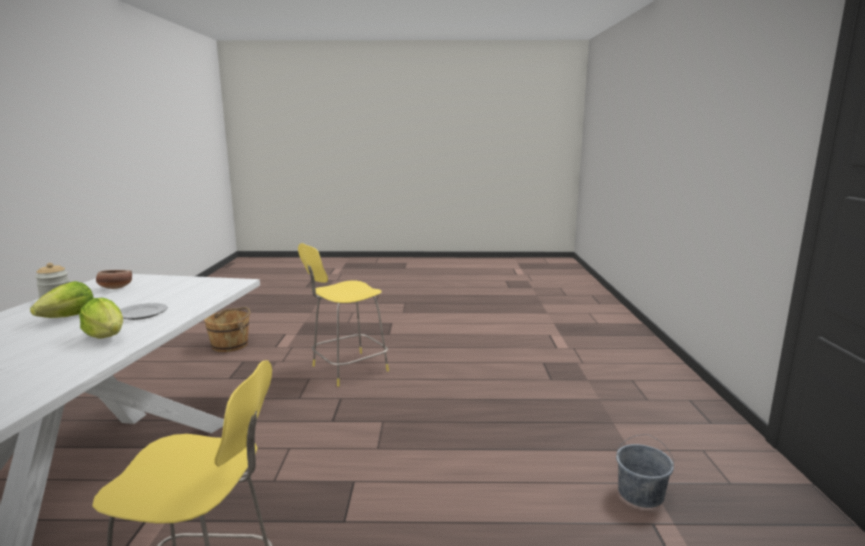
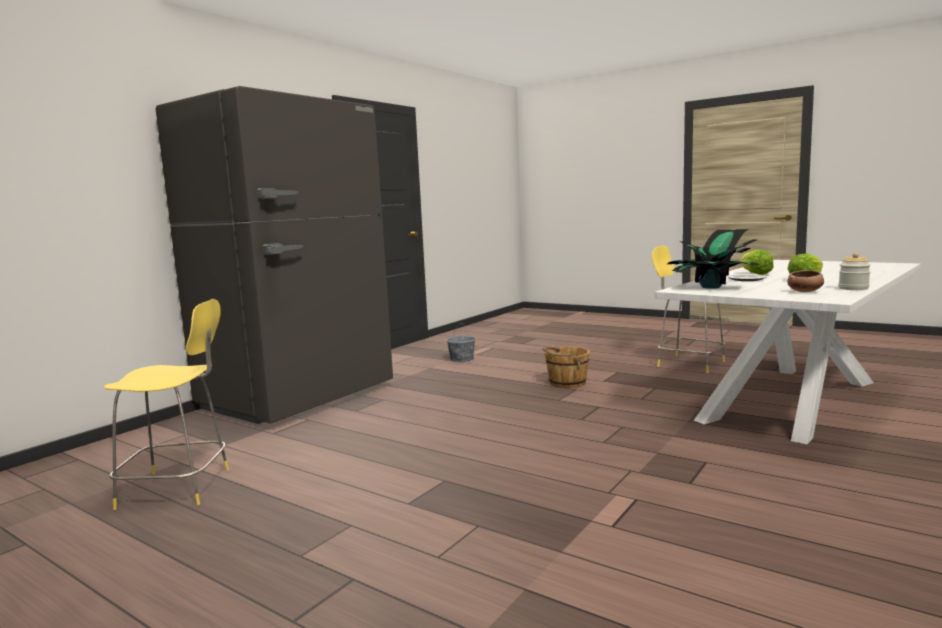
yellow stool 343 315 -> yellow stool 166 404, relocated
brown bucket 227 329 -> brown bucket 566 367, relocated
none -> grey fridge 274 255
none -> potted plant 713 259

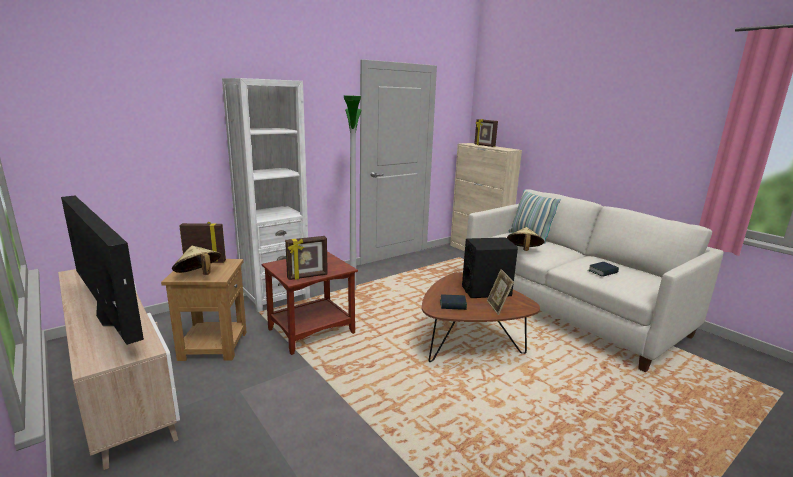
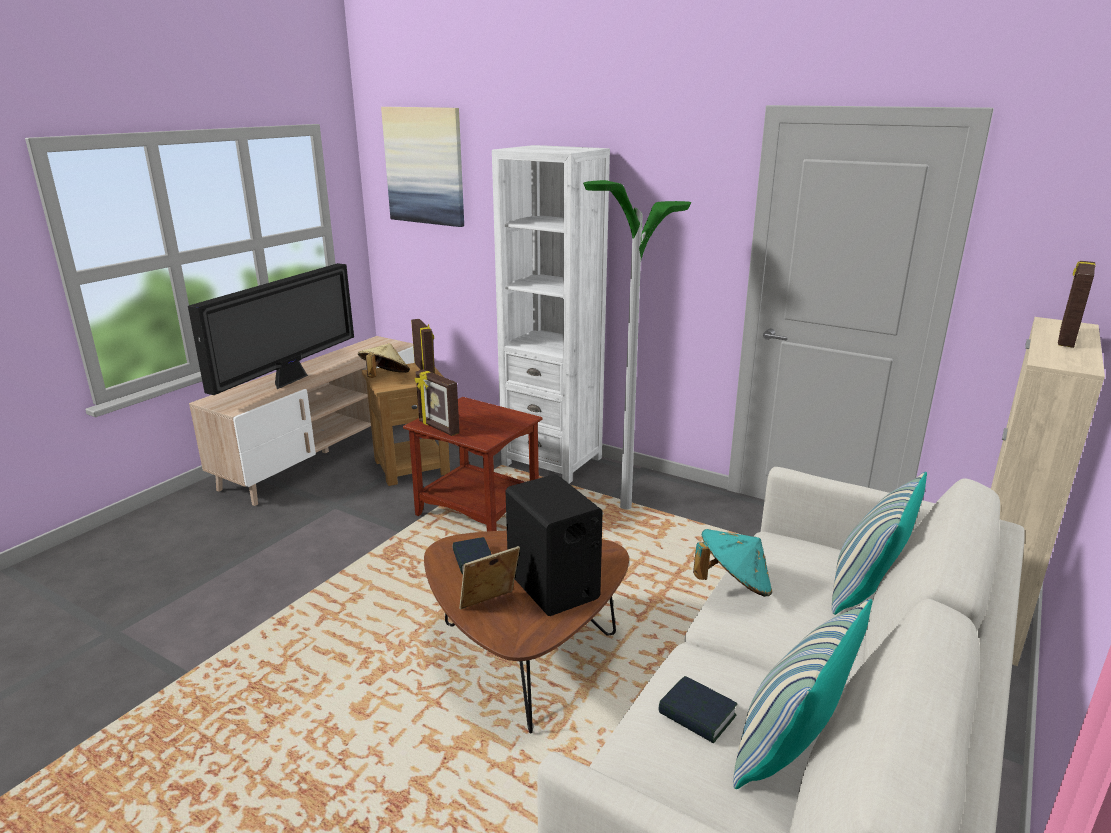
beige hat 526 239 -> turquoise hat 732 563
none -> picture 422 167
none -> pillow 802 694

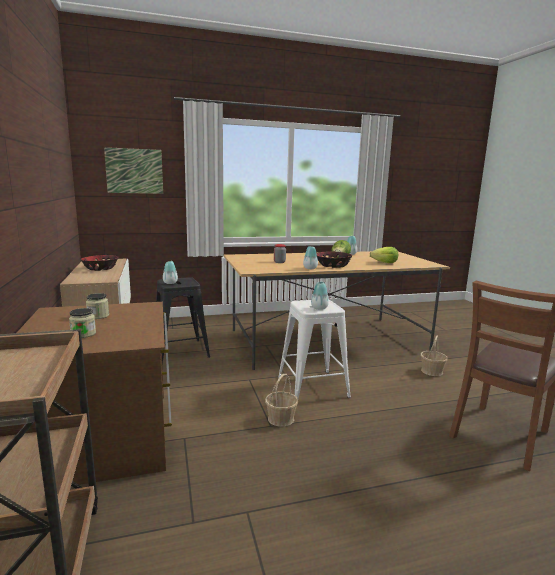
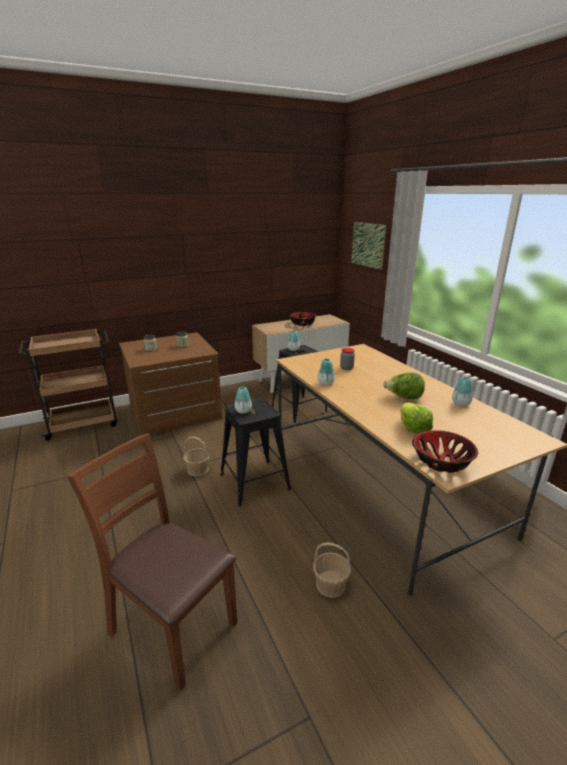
bowl 334 259 -> bowl 445 451, relocated
white stool 314 349 -> black stool 255 452

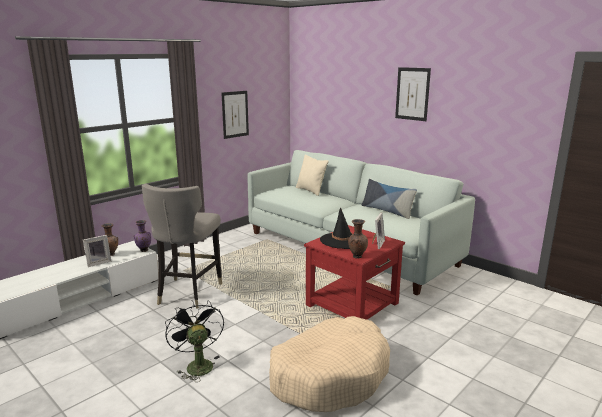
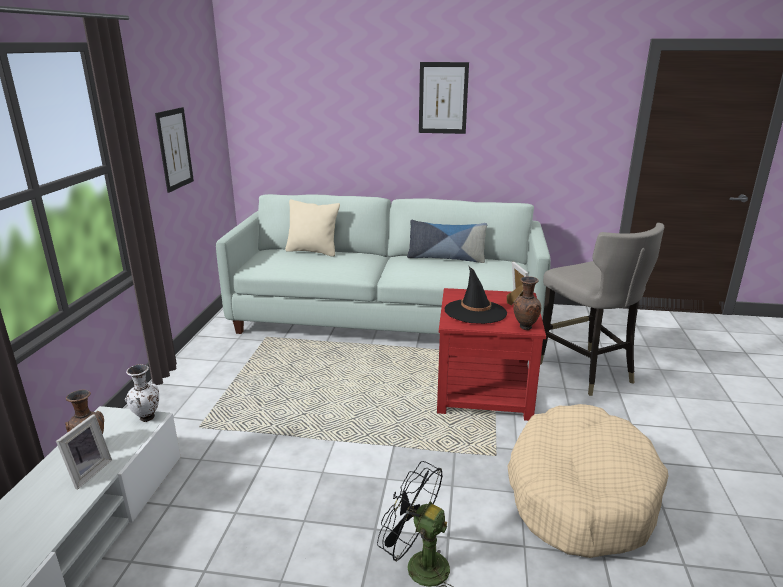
grey stool 182 246 -> grey stool 602 309, relocated
purple vase 142 236 -> white vase 142 393

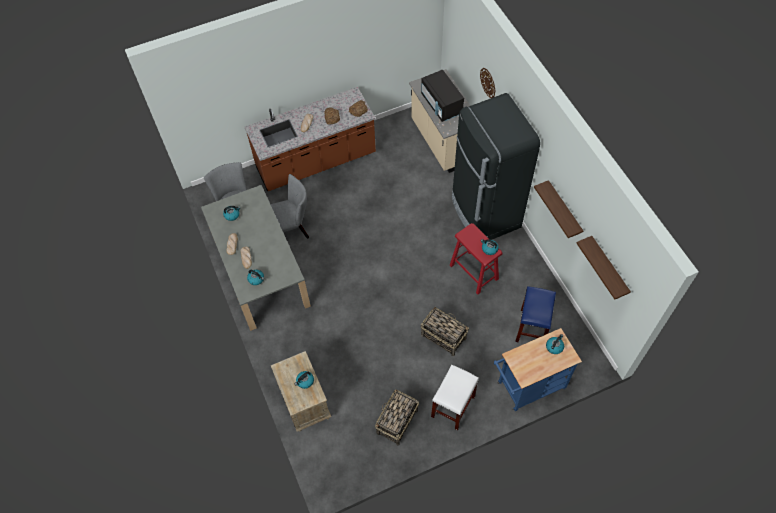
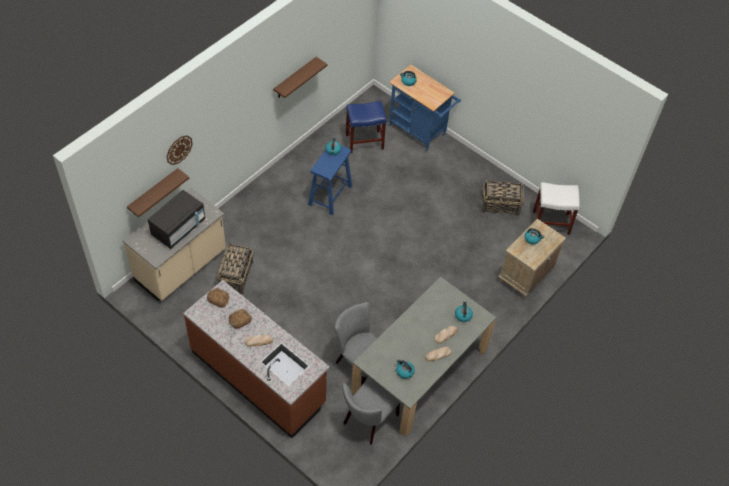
black fridge 496 166 -> none
red stool 476 259 -> blue stool 330 180
shelf 604 268 -> shelf 158 192, relocated
basket 445 331 -> basket 235 268, relocated
white stool 455 397 -> white stool 556 208, relocated

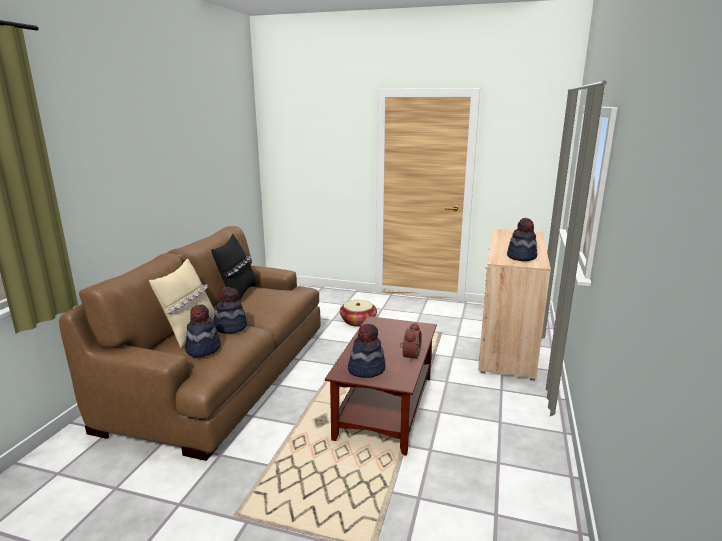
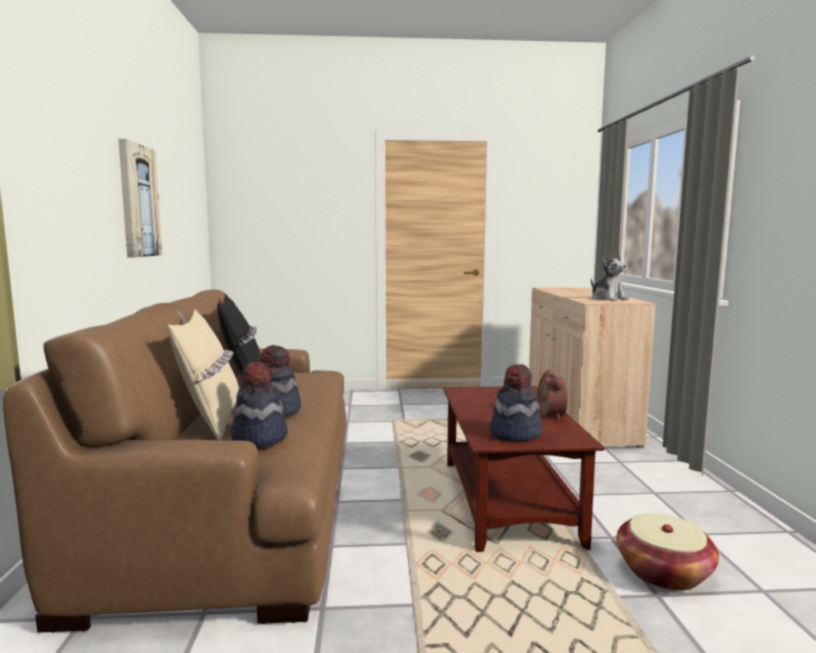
hat 522 239 -> plush toy 610 276
basket 358 313 -> basket 667 552, relocated
none -> picture 140 198

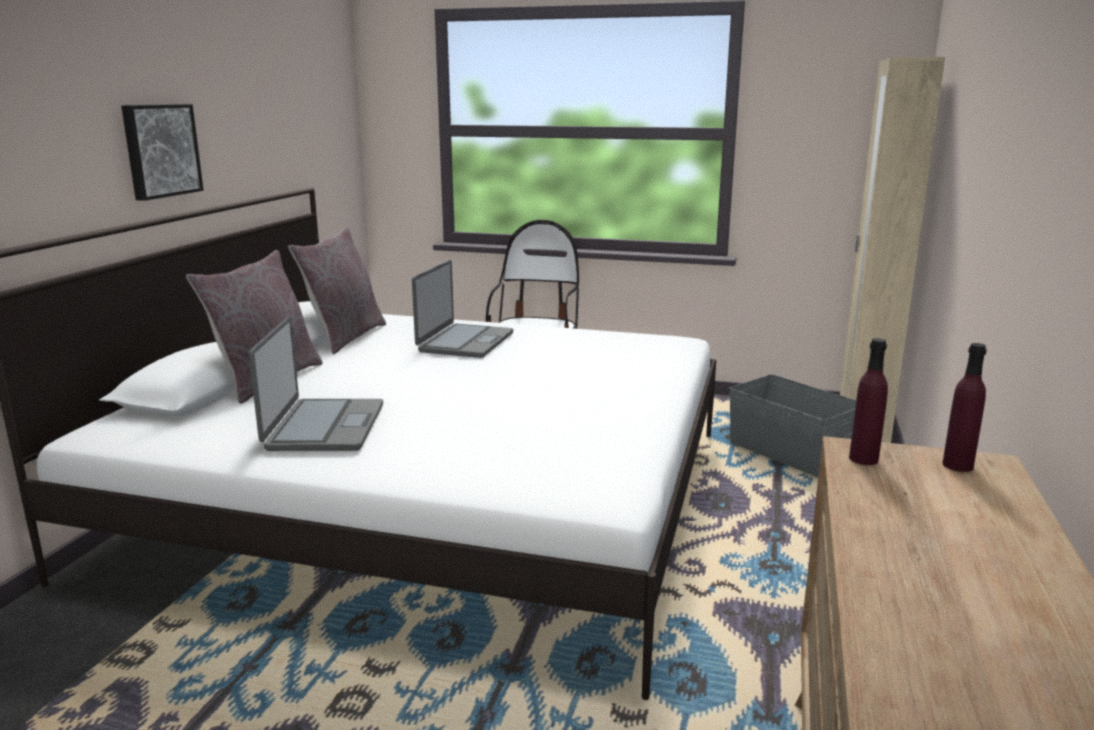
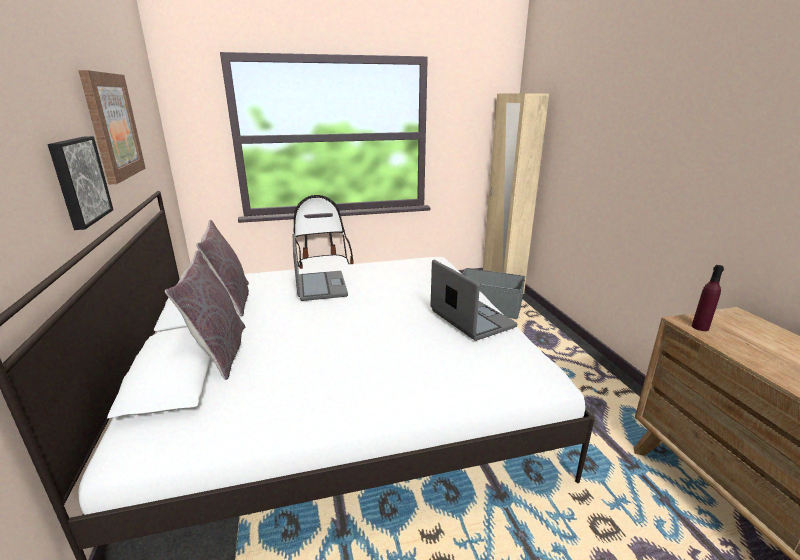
laptop 316 384 -> laptop 474 300, relocated
purple bottle 964 407 -> none
none -> picture 112 127

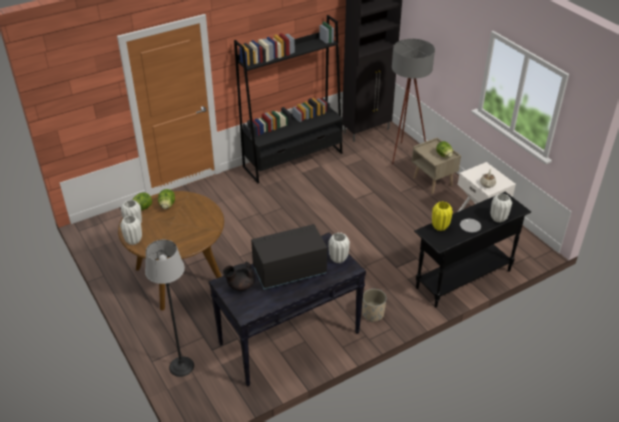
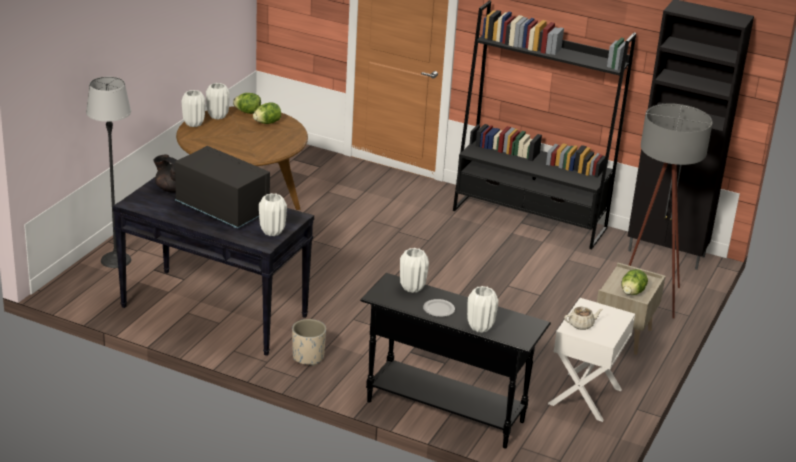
yellow vase 442 216 -> white vase 414 270

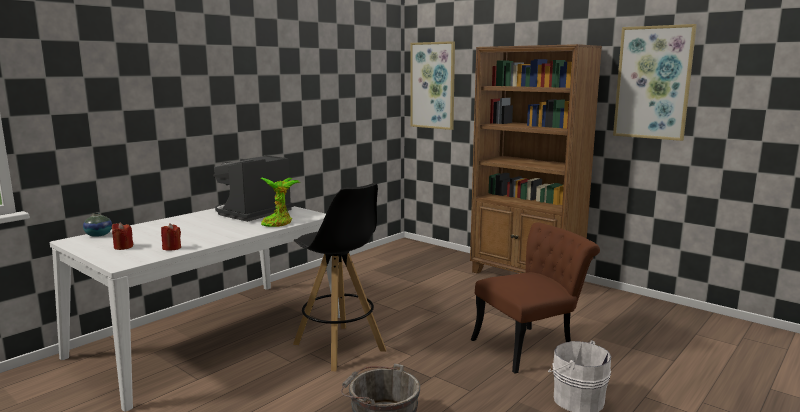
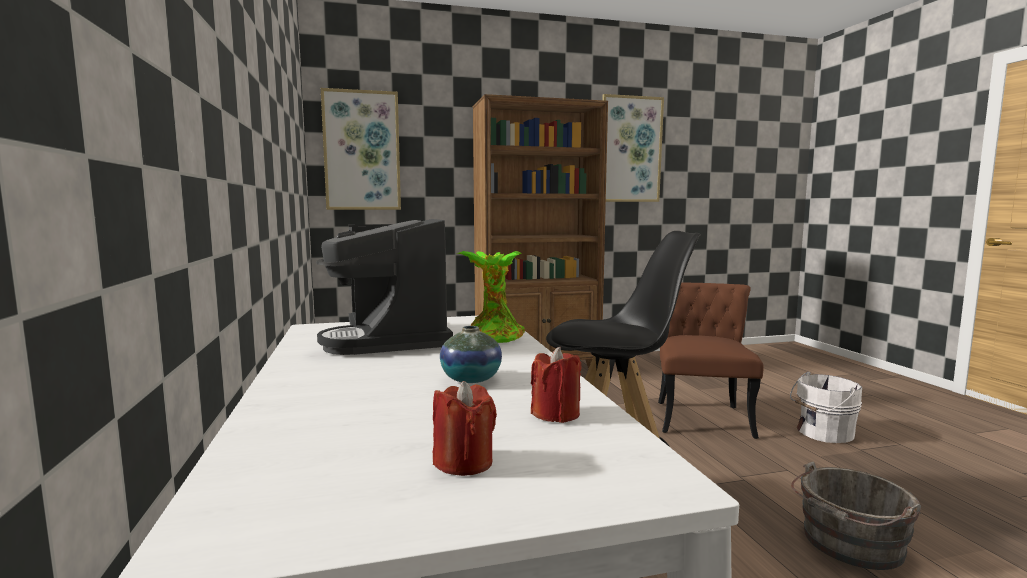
vase 97 225 -> vase 471 354, relocated

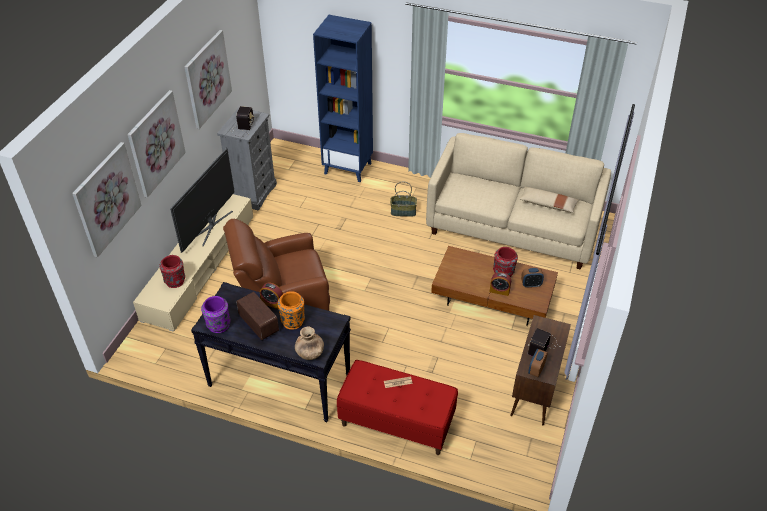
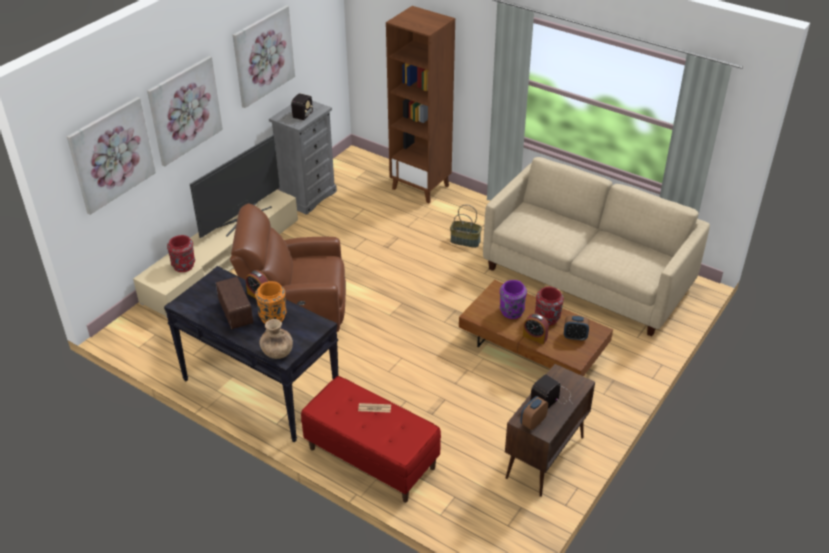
blue bookcase 343 98 -> brown bookcase 420 104
beige pillow 549 200 -> none
purple vase 216 314 -> purple vase 513 299, relocated

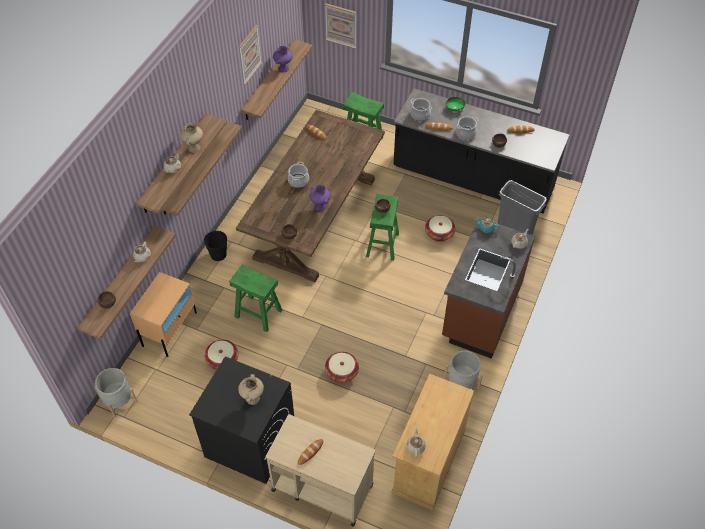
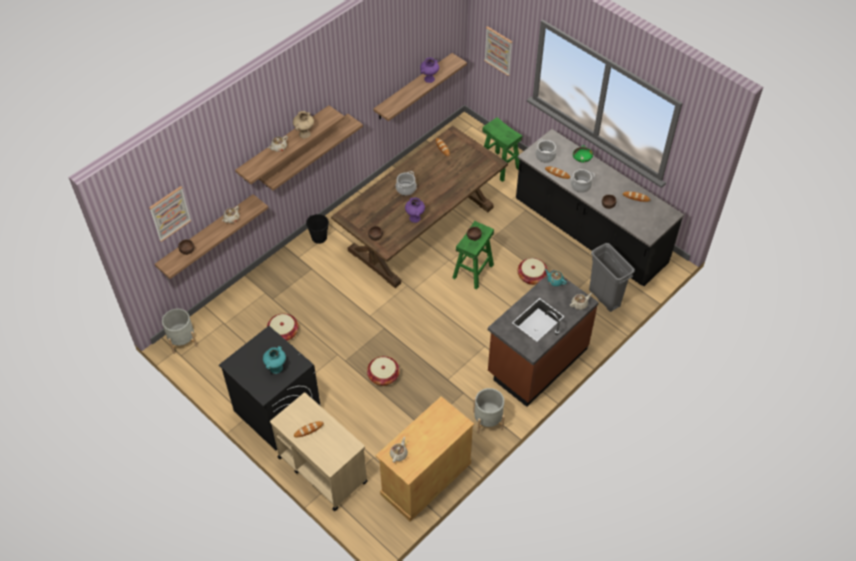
picture 250 55 -> picture 170 214, relocated
green stool 255 298 -> none
beige nightstand 163 314 -> none
beige vase 251 389 -> turquoise vase 274 360

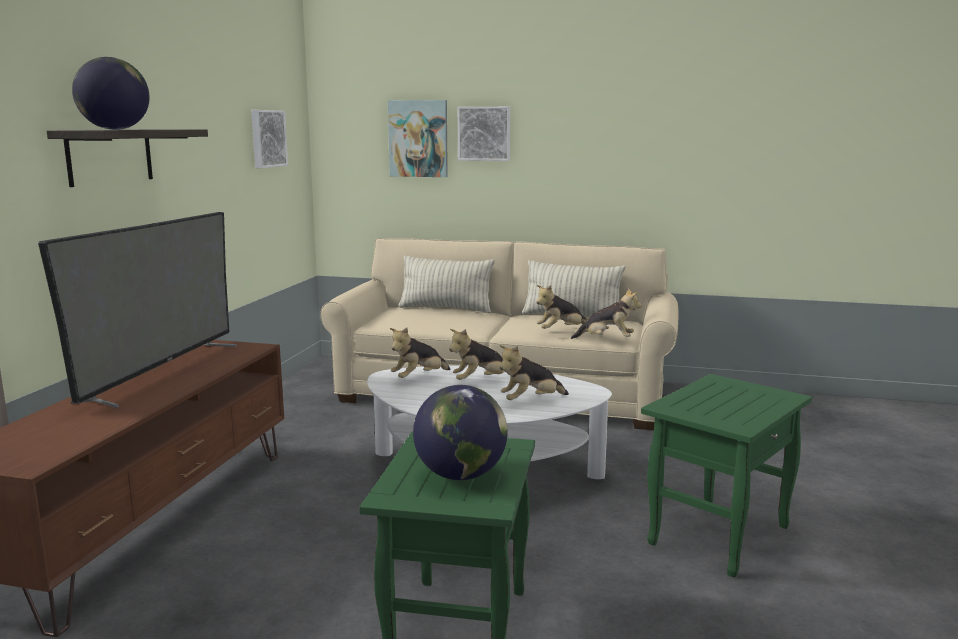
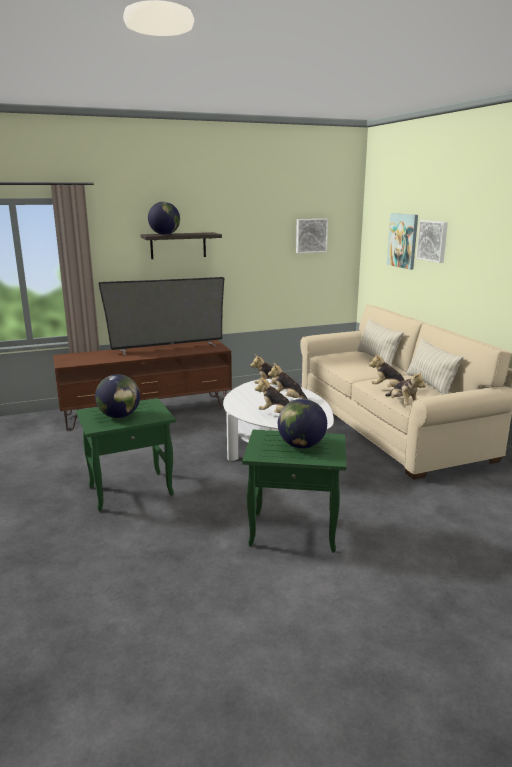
none -> globe 302 424

